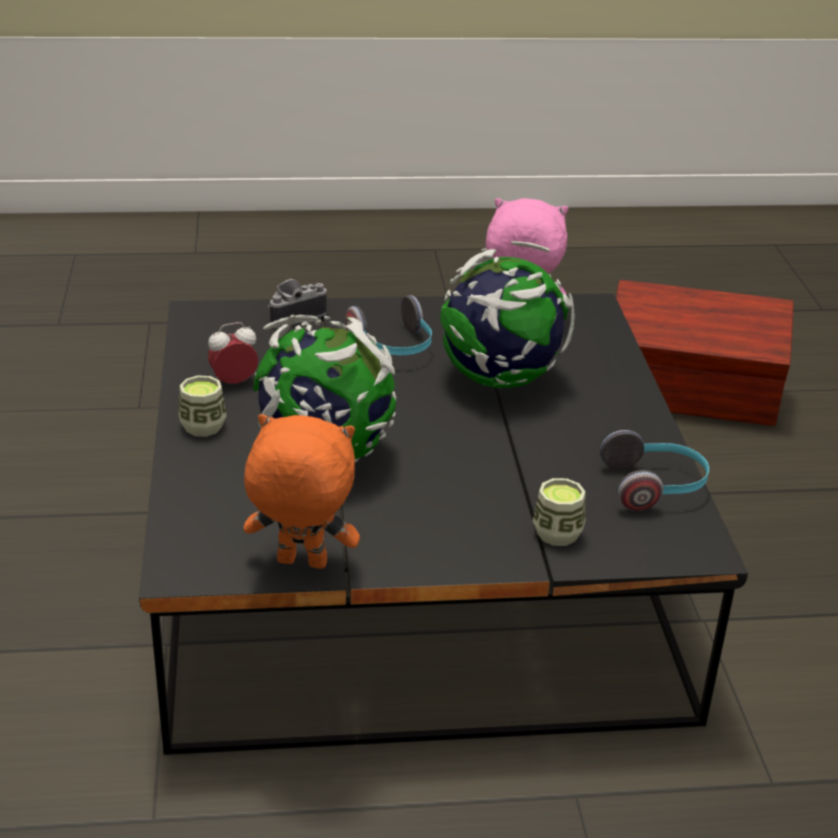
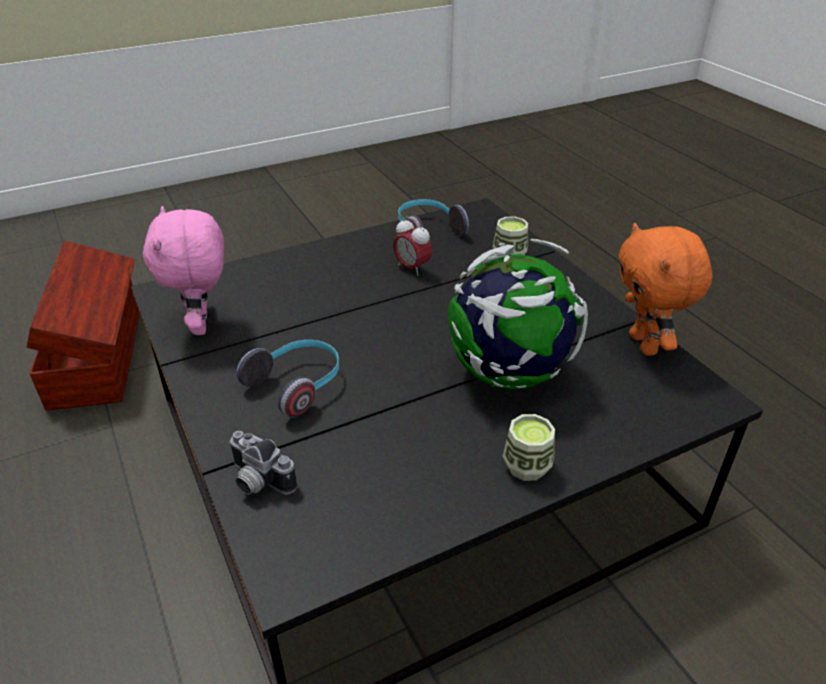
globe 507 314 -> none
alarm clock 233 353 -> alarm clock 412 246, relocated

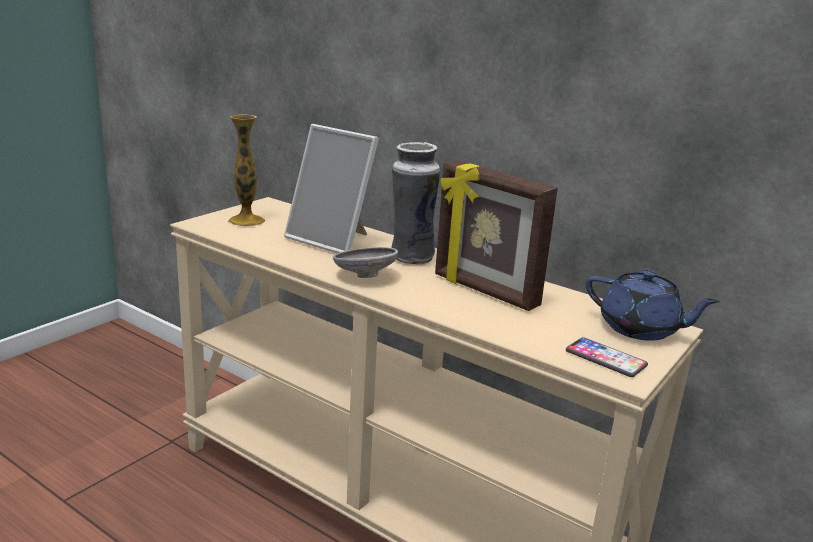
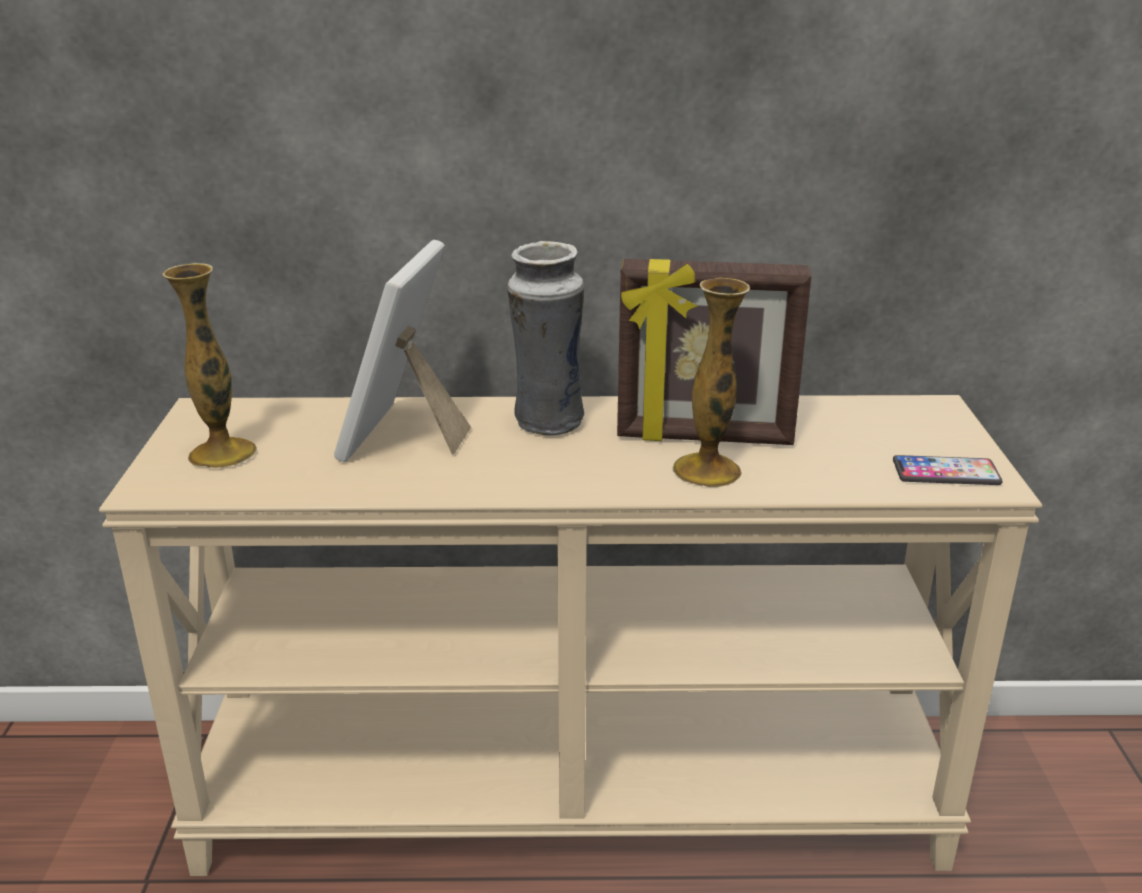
picture frame 331 188 -> picture frame 402 351, 105 degrees clockwise
grey bowl 365 262 -> none
blue teapot 653 305 -> none
none -> vase 711 382

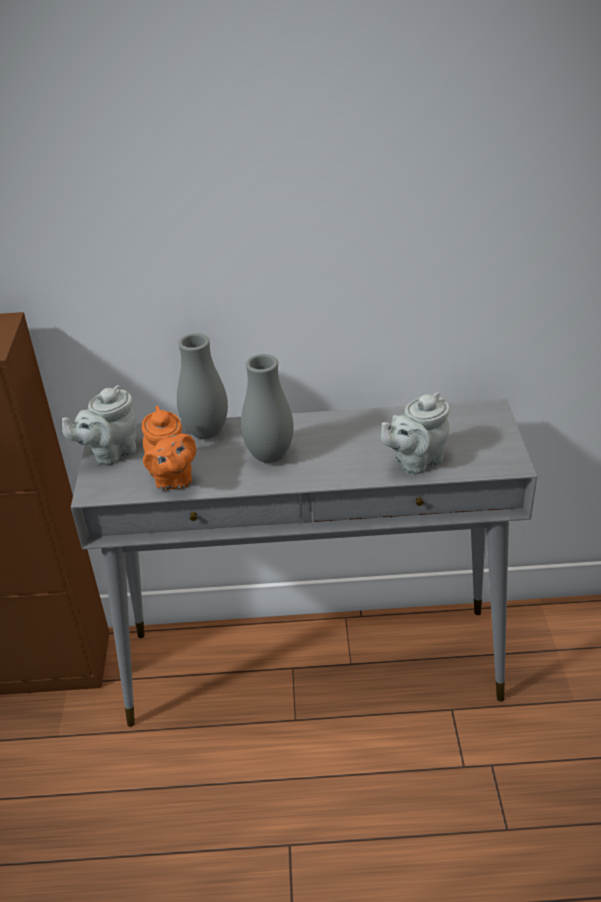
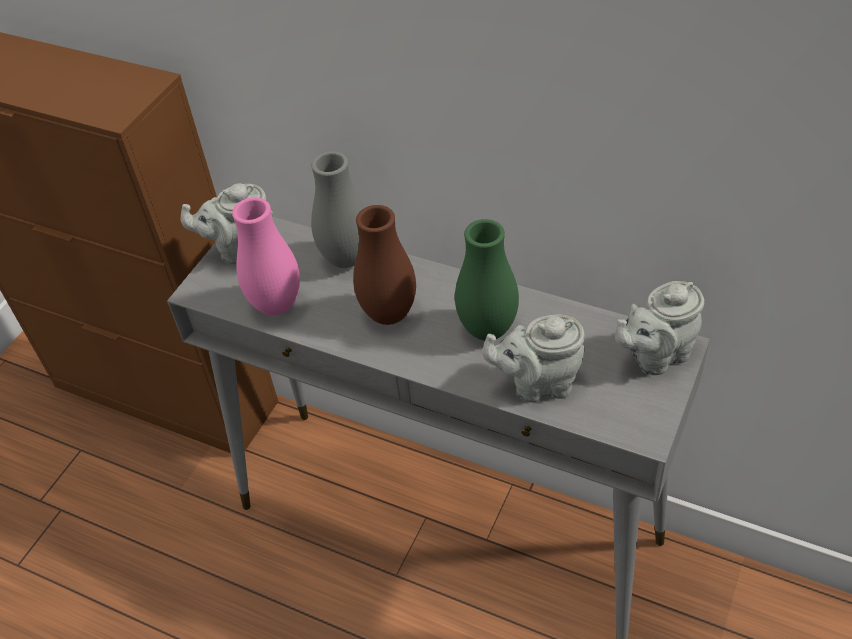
grey vase 267 408 -> brown vase 384 265
orange teapot 169 448 -> pink vase 266 256
none -> green vase 487 280
none -> grey teapot 659 328

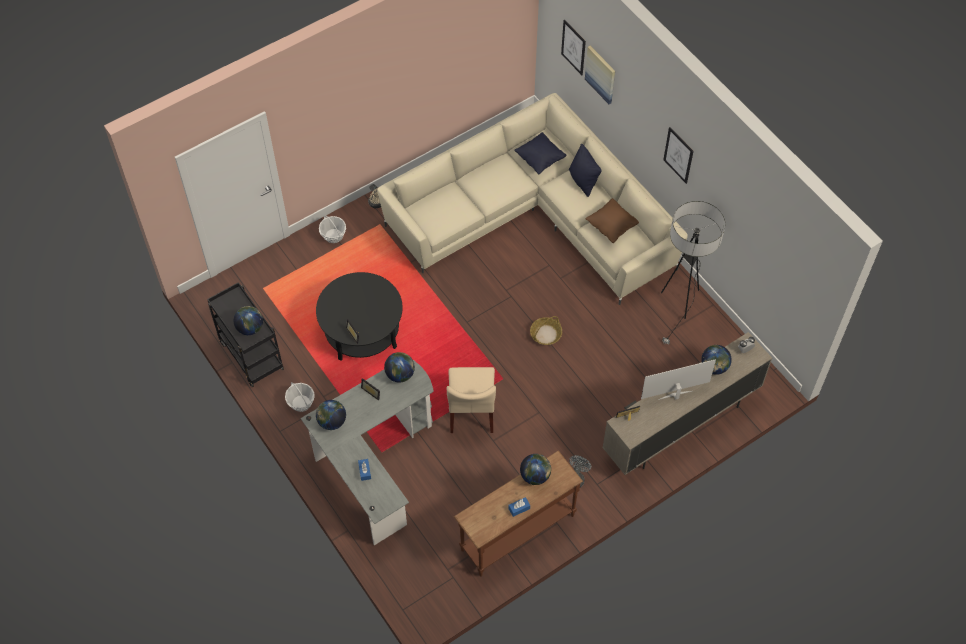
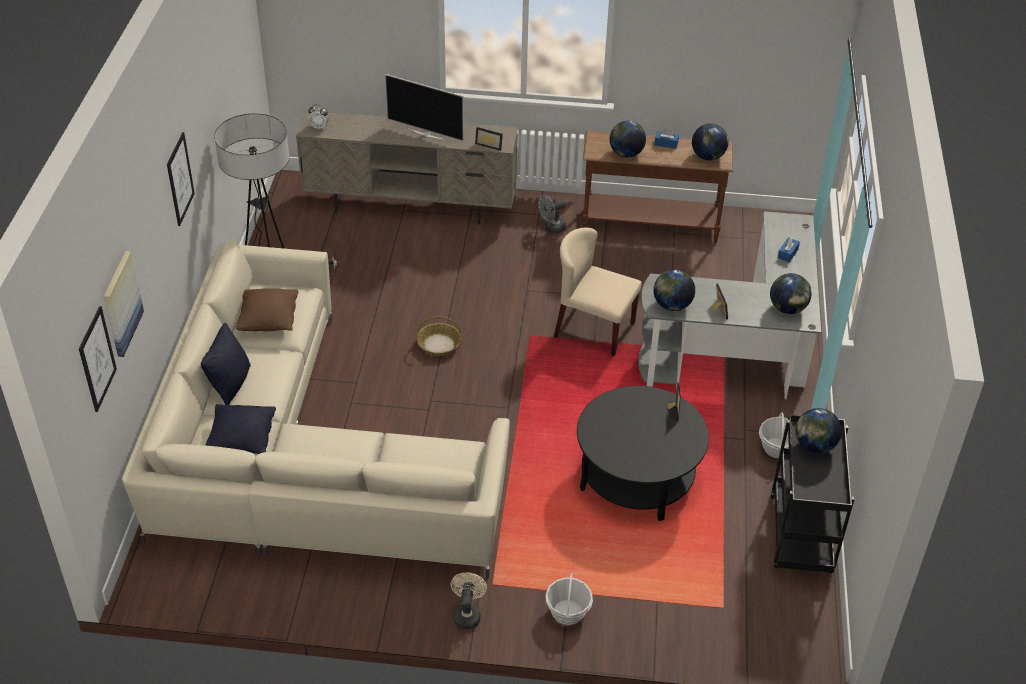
globe 716 360 -> globe 710 141, relocated
beige chair 471 400 -> beige chair 597 292, 105 degrees counterclockwise

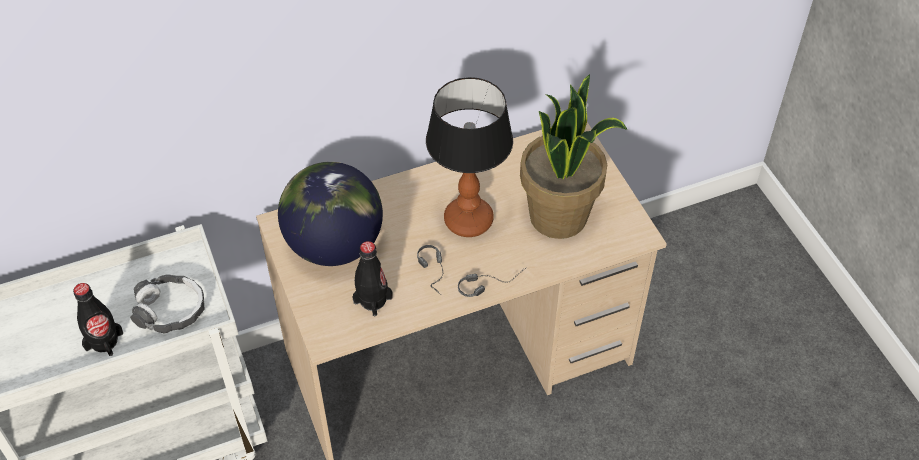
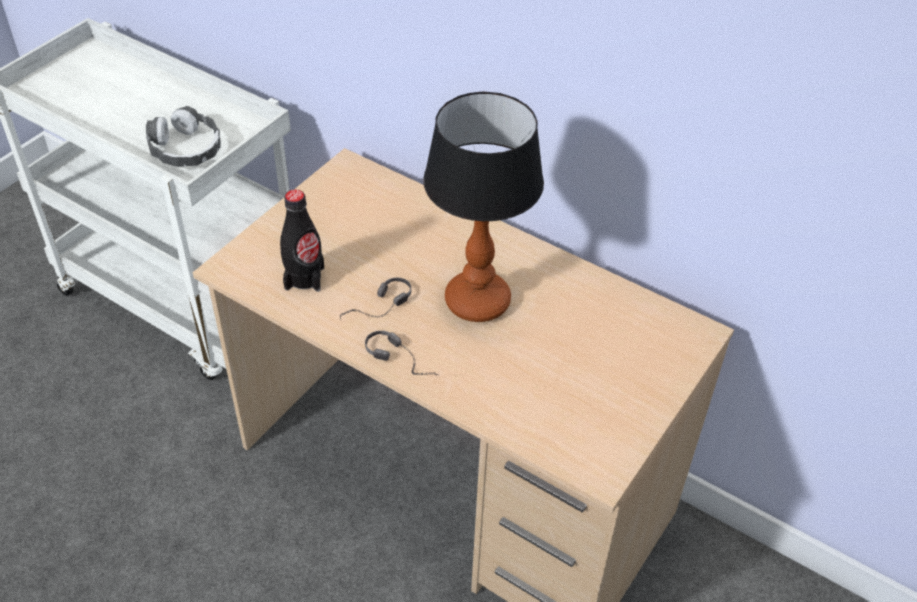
potted plant 573 156 -> none
globe 330 214 -> none
black bottle 98 319 -> none

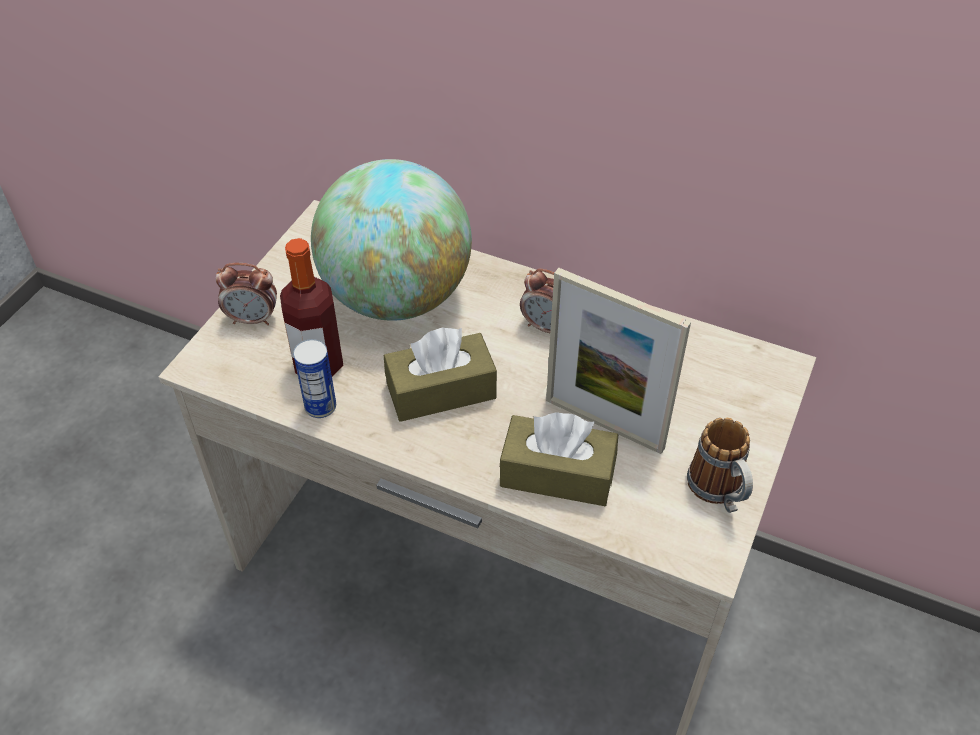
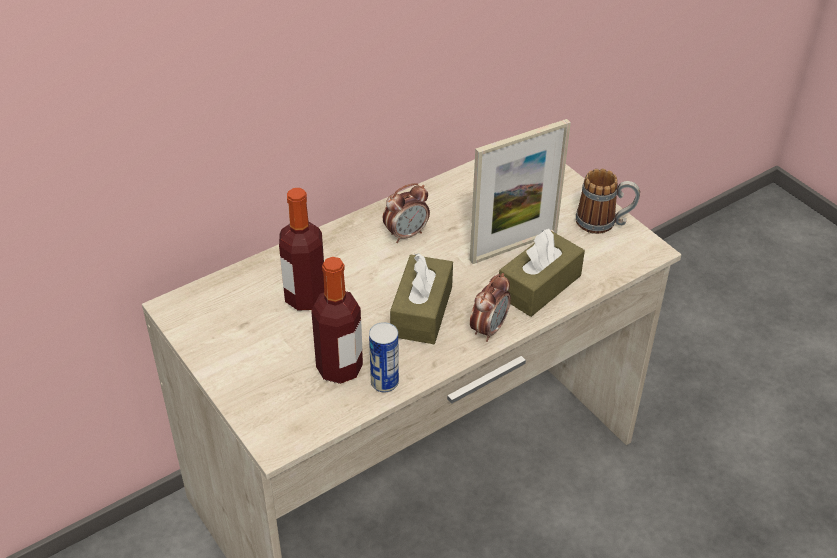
globe 391 240 -> bottle 301 249
alarm clock 246 294 -> alarm clock 490 307, relocated

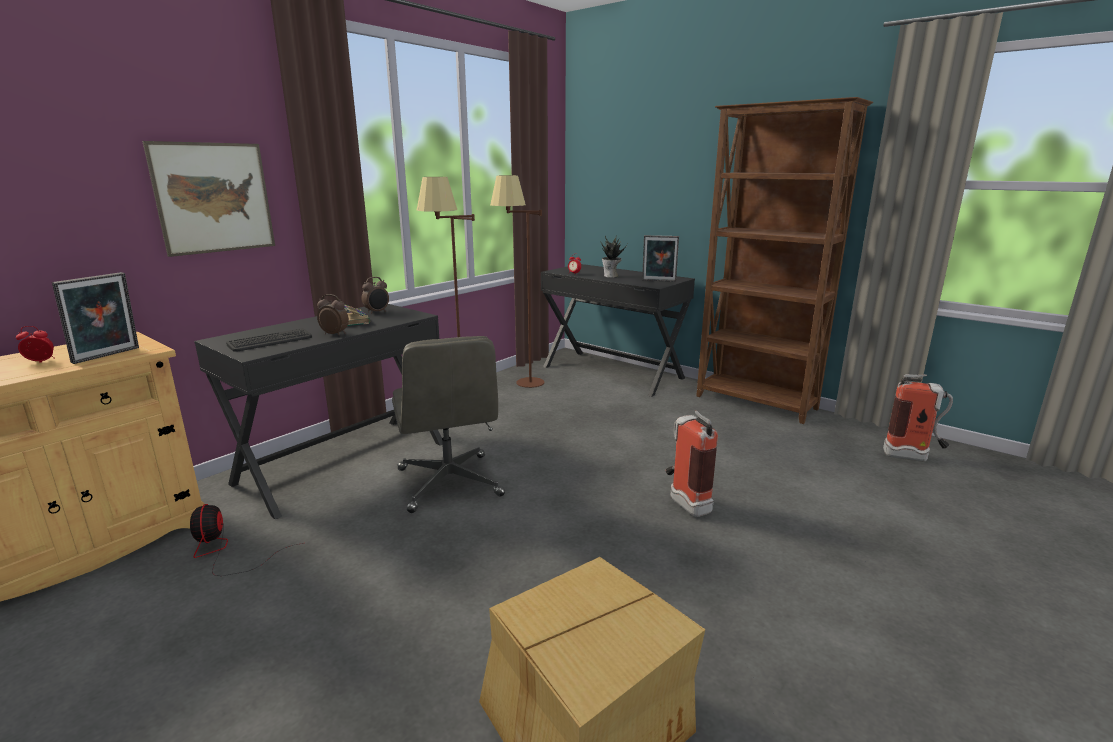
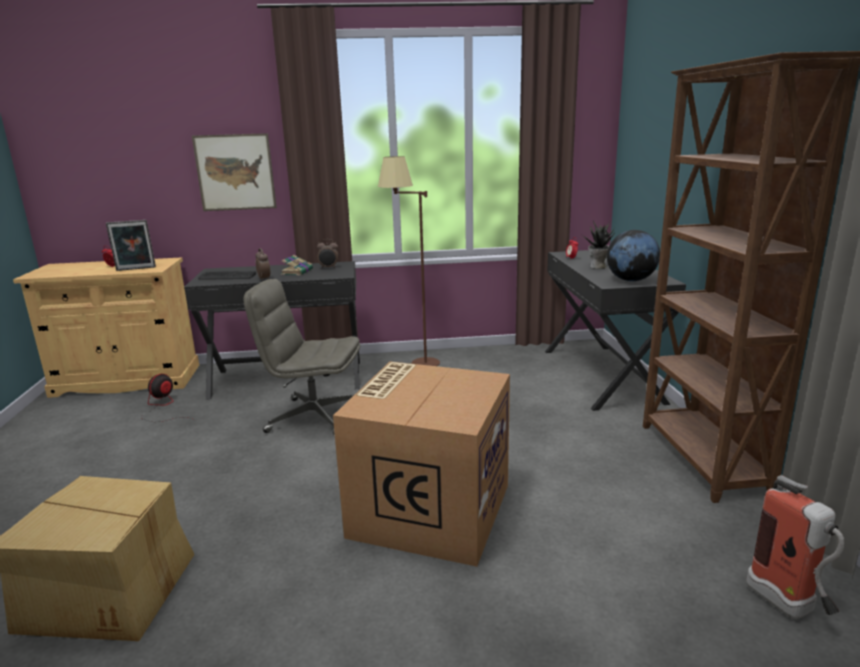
brown floor lamp 517 281 -> none
picture frame 660 258 -> globe 633 255
grey office chair 448 424 -> grey office chair 301 358, 75 degrees clockwise
fire extinguisher 692 464 -> cardboard box 421 464

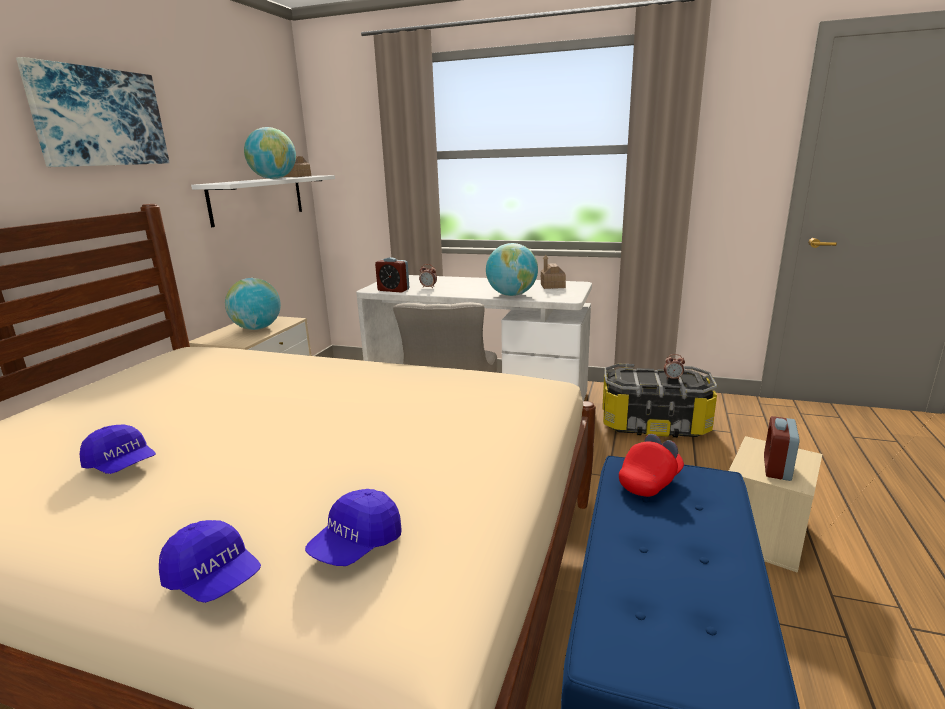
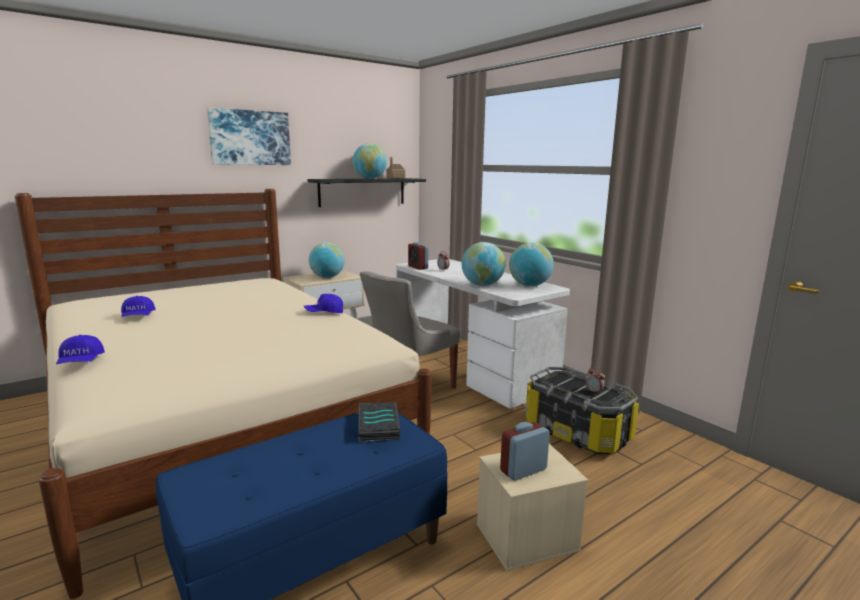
white shelf 263 201 -> black shelf 367 192
toy house 553 272 -> globe 531 264
red cap 651 465 -> book 379 422
blue cap 353 527 -> blue cap 323 303, relocated

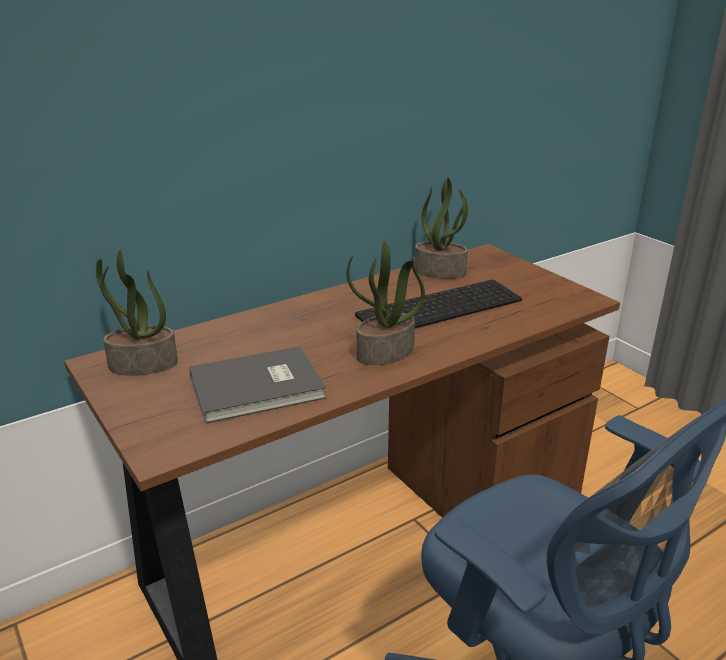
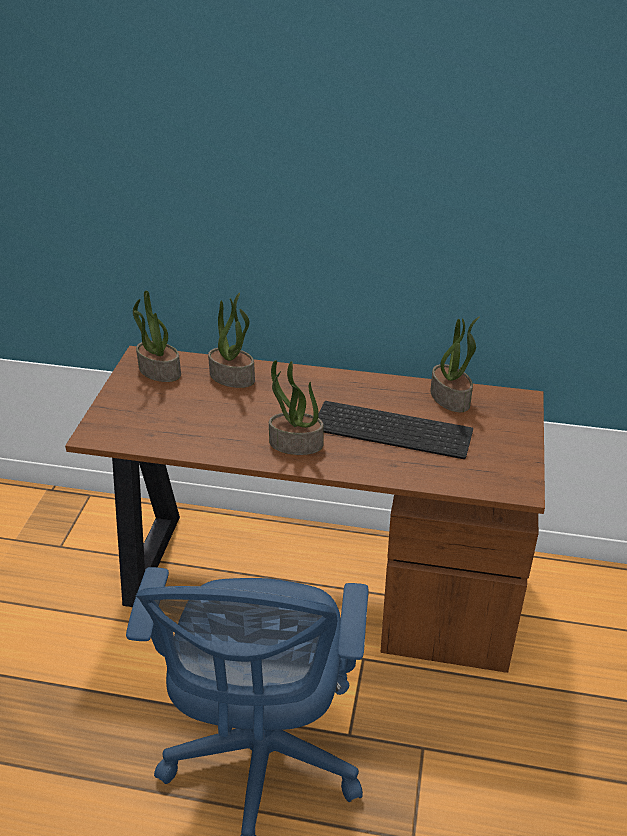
grey book 258 384 -> none
none -> potted plant 231 340

